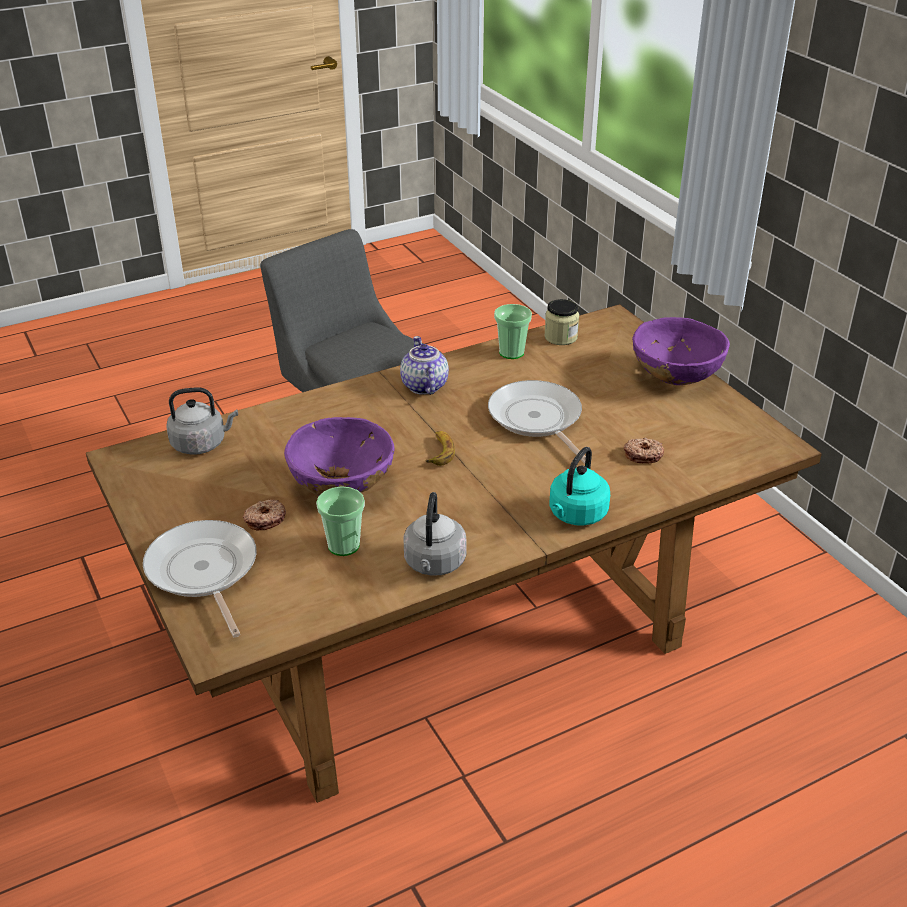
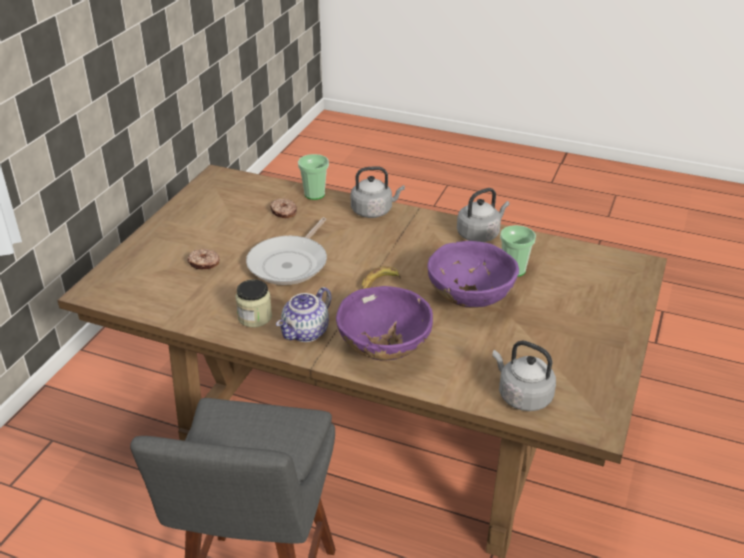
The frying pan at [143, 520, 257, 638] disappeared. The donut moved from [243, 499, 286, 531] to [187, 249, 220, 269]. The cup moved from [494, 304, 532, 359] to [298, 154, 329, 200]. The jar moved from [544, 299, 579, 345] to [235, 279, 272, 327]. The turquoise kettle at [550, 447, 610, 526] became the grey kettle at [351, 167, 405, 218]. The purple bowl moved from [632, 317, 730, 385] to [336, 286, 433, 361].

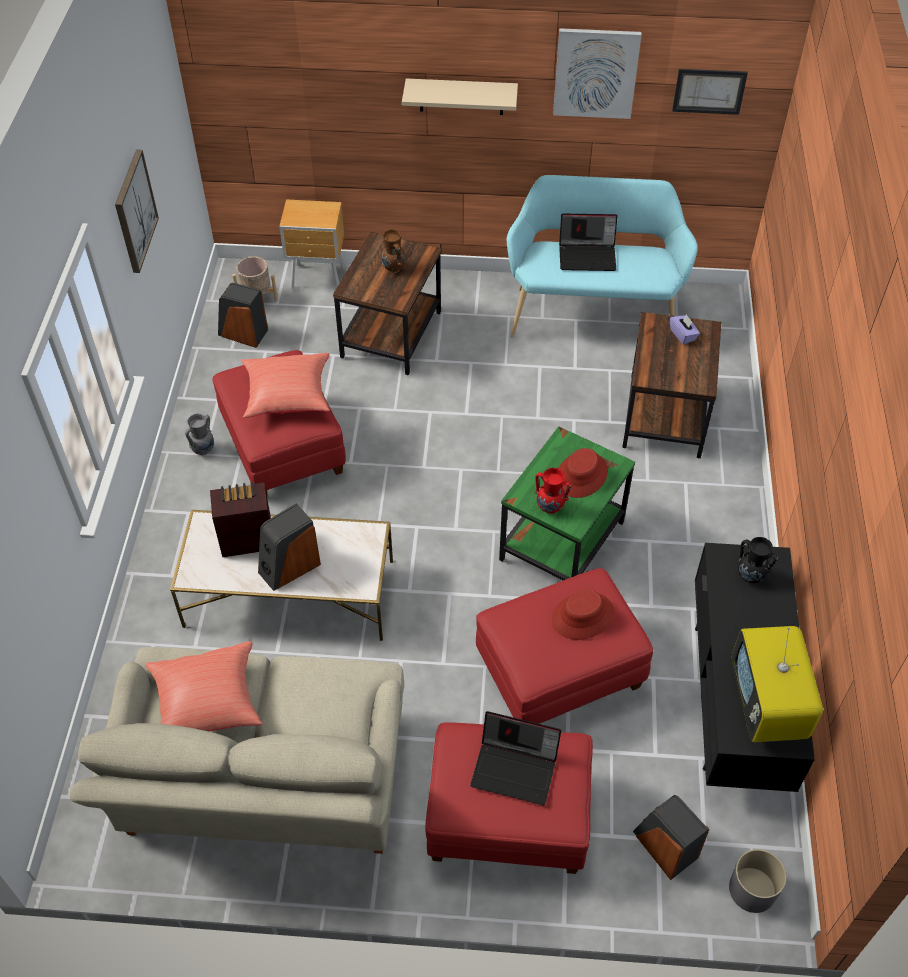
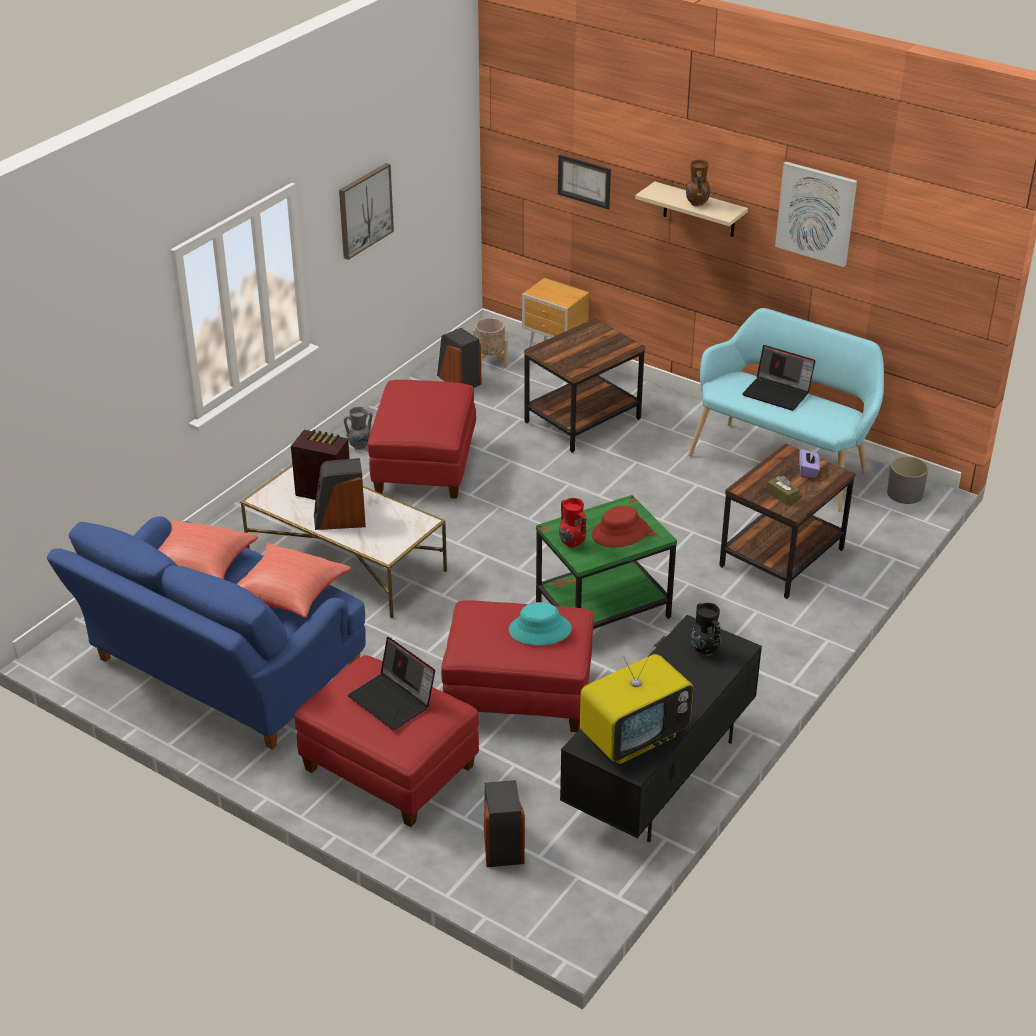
The beige sofa at [70, 647, 404, 854] became the blue sofa at [47, 516, 366, 749]. The red pillow moved from [242, 353, 330, 418] to [237, 543, 351, 618]. The brown vase moved from [381, 229, 406, 273] to [686, 160, 710, 207]. The red hat at [552, 590, 614, 640] became the turquoise hat at [509, 602, 572, 645]. The picture moved from [672, 69, 748, 115] to [558, 154, 611, 209]. The grey planter moved from [729, 849, 786, 913] to [887, 456, 928, 504]. The television at [732, 626, 823, 742] turned 150 degrees counterclockwise. The brown tissue box at [767, 475, 800, 505] appeared.

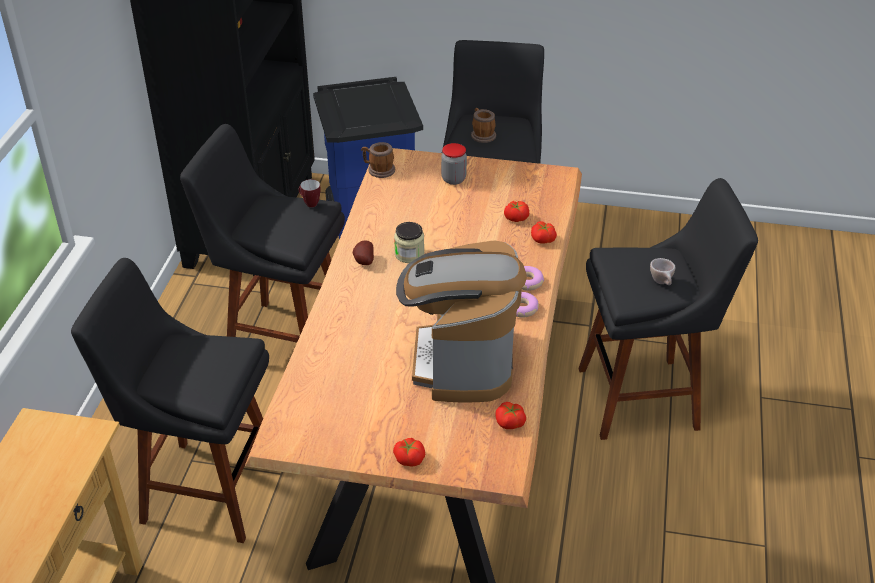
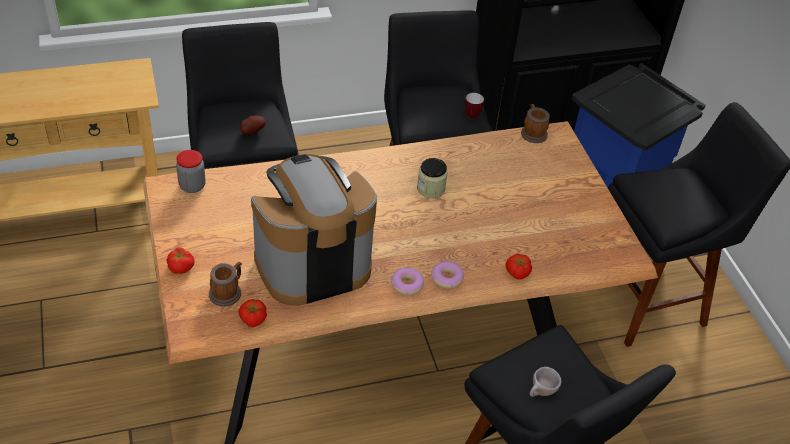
The potato moved from [353, 240, 374, 265] to [240, 116, 266, 134]. The jar moved from [441, 143, 467, 185] to [176, 150, 206, 193]. The mug moved from [471, 108, 496, 143] to [209, 262, 242, 307]. The tomato at [504, 201, 530, 222] disappeared.

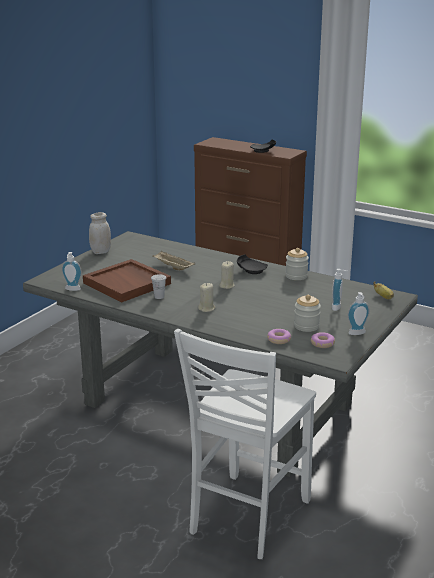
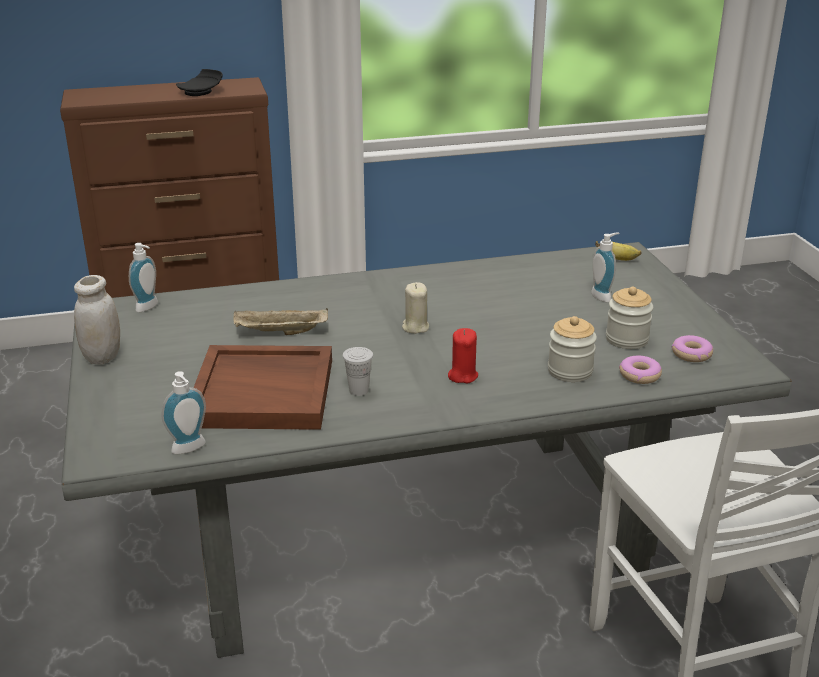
The beige candle at [198, 283, 215, 312] became the red candle at [448, 328, 478, 383]. The black plate at [237, 254, 268, 274] disappeared. The jar moved from [285, 248, 309, 280] to [548, 316, 597, 382]. The soap dispenser moved from [347, 292, 370, 335] to [129, 243, 158, 312].

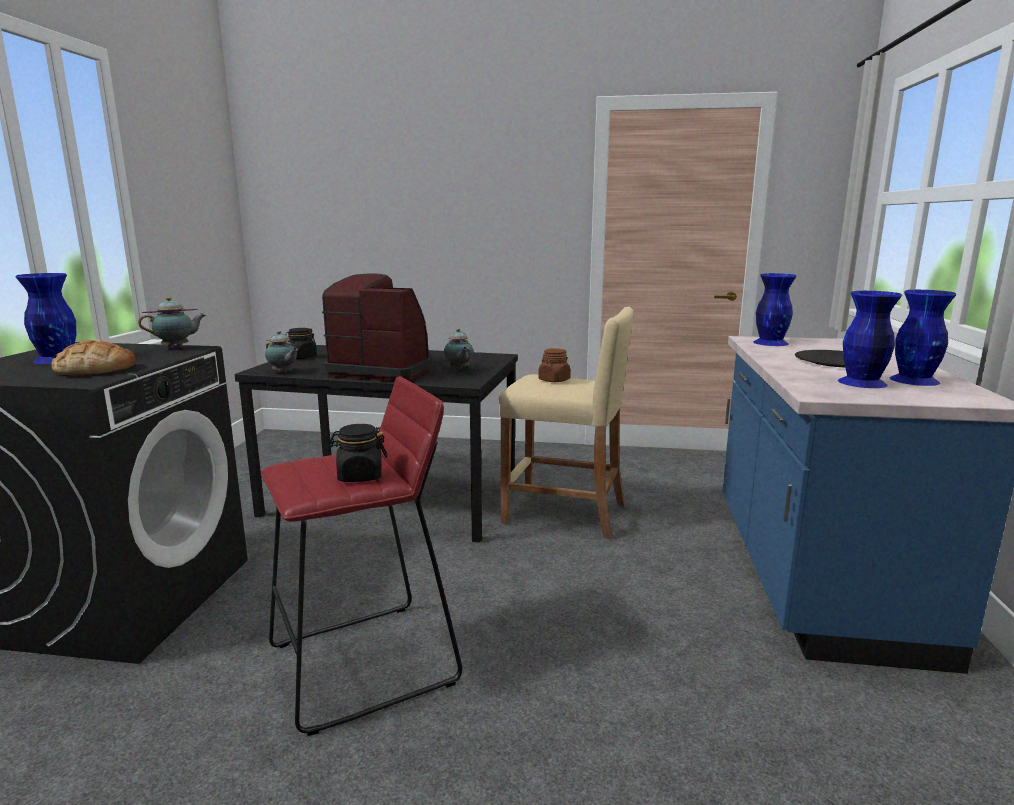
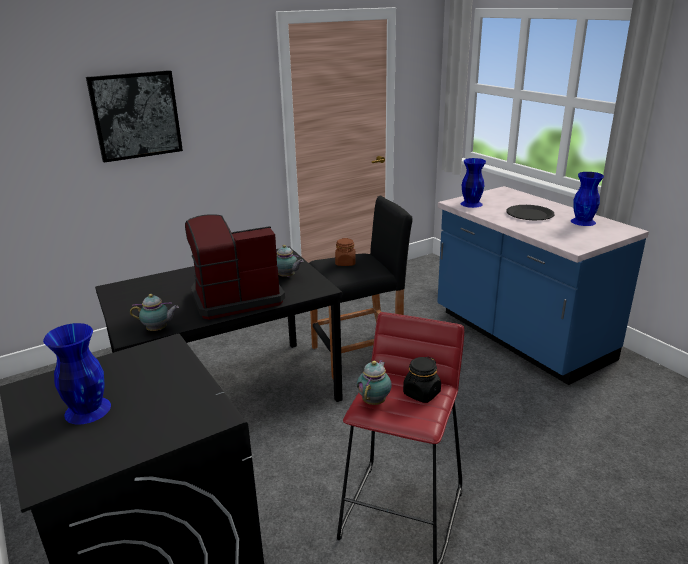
The bread at [51, 340, 136, 375] disappeared. The teapot moved from [138, 297, 206, 349] to [357, 360, 392, 405]. The black jar at [286, 328, 317, 359] disappeared. The beige stool at [499, 307, 634, 539] became the black stool at [309, 195, 413, 380]. The blue vase at [838, 291, 902, 388] disappeared. The picture at [86, 70, 183, 163] appeared.

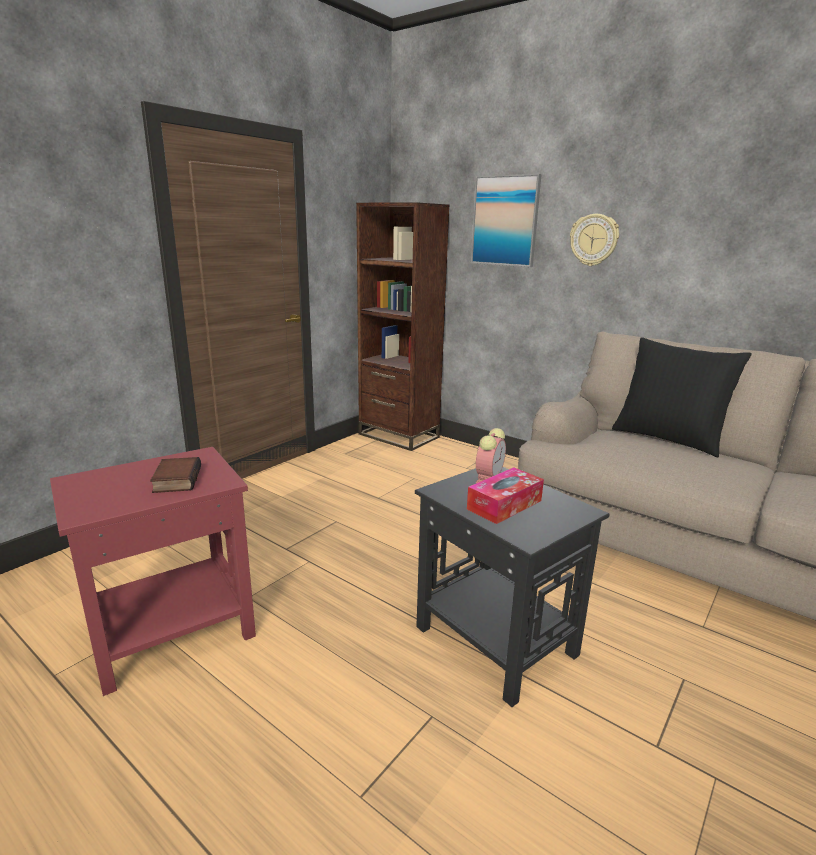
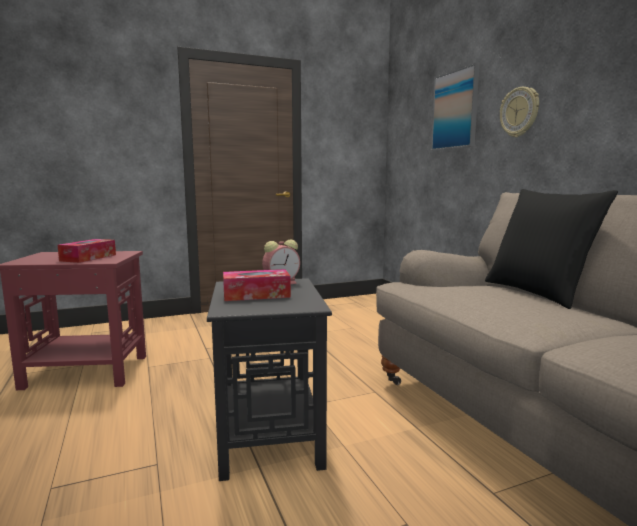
The book at [150, 457, 201, 493] was replaced by the tissue box at [58, 239, 116, 263]. The brown bookcase at [356, 202, 450, 451] disappeared.

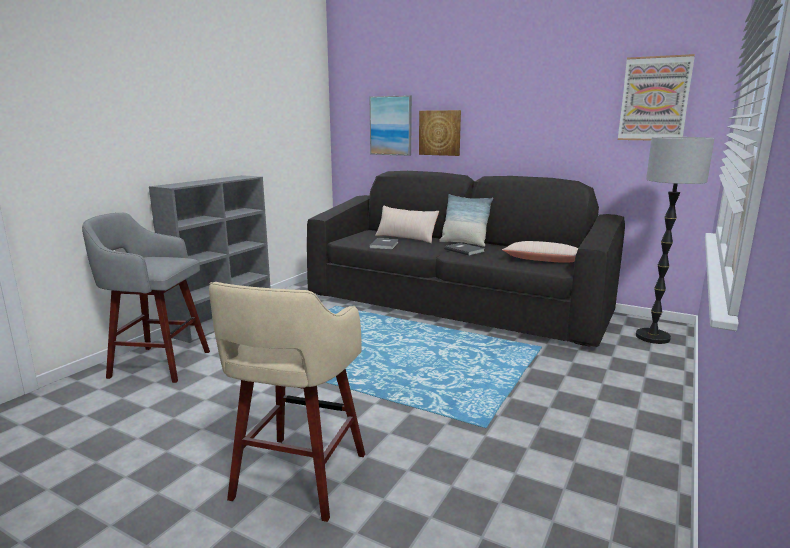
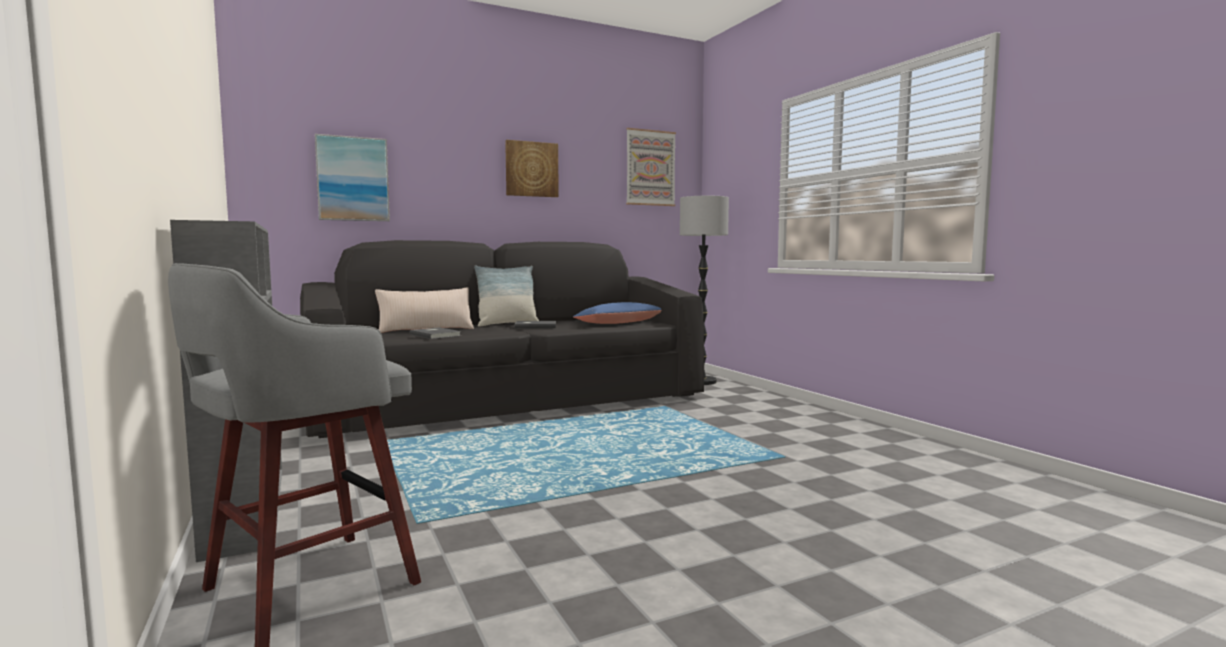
The beige stool at [209, 282, 365, 522] disappeared. The picture moved from [419, 110, 461, 156] to [505, 140, 559, 197]. The beige pillow at [502, 241, 578, 263] became the blue pillow at [573, 302, 661, 324].

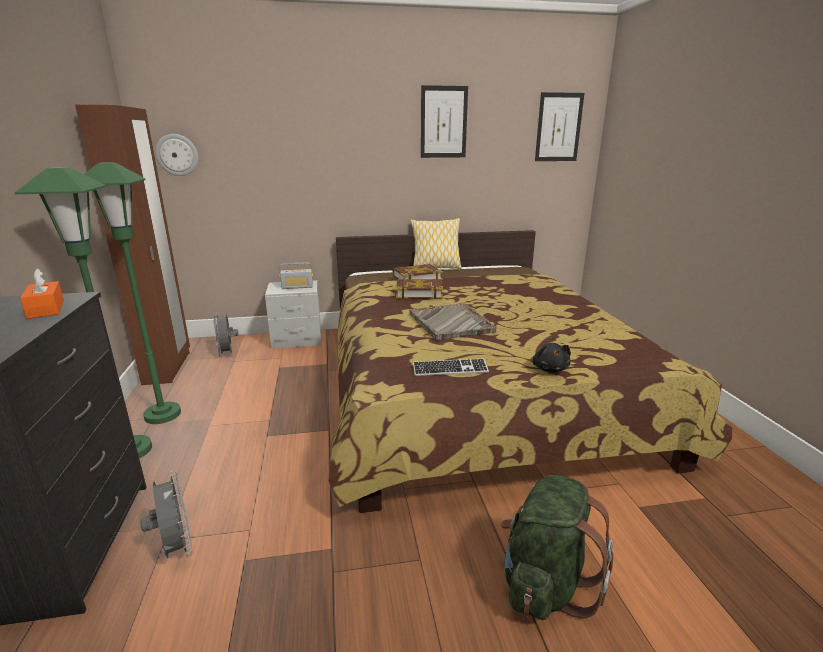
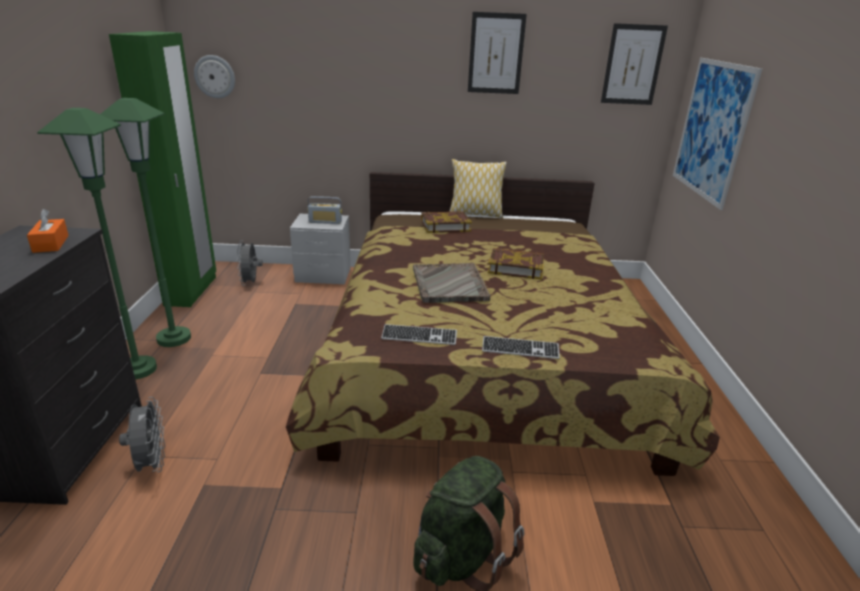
The brown wardrobe at [75, 105, 190, 385] became the green wardrobe at [109, 31, 216, 307]. The book moved from [395, 278, 443, 299] to [488, 248, 544, 280]. The black plush toy at [532, 343, 571, 373] was replaced by the keyboard at [482, 336, 560, 359]. The picture at [673, 58, 762, 210] appeared.

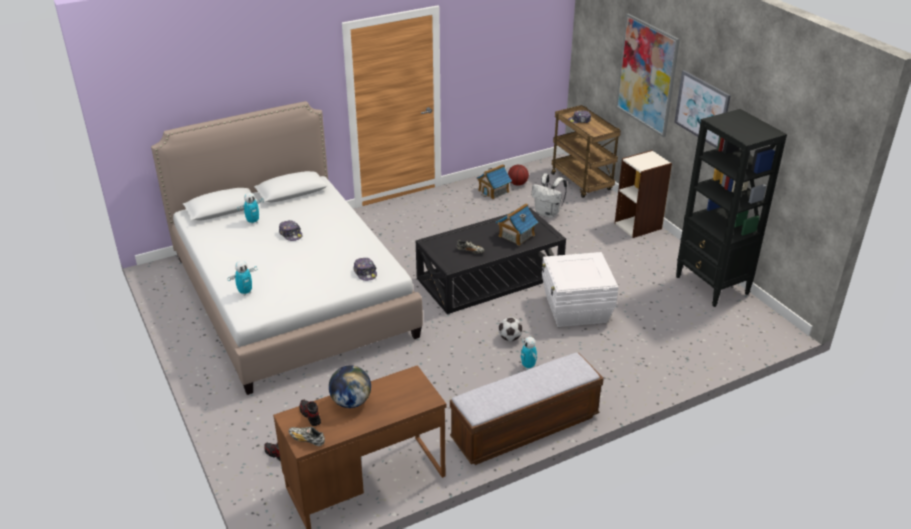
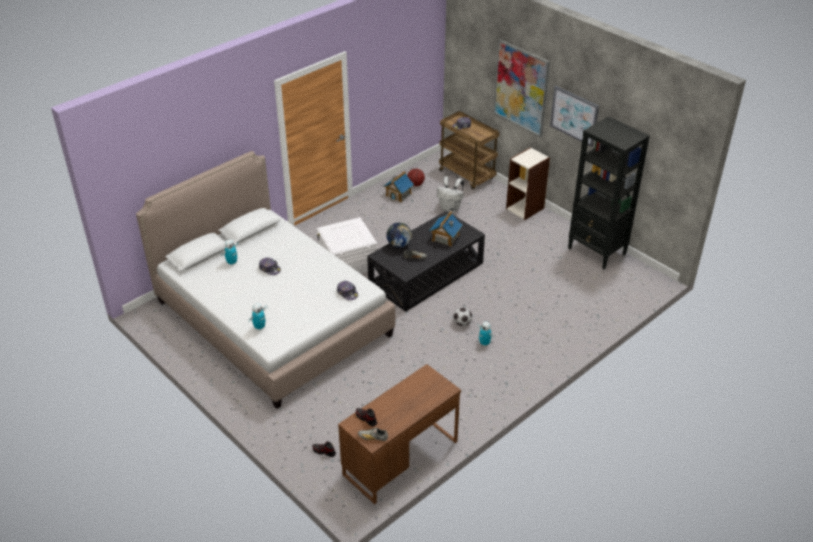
The globe moved from [329, 365, 371, 408] to [386, 222, 412, 248]. The bench at [450, 353, 604, 465] disappeared. The white storage box moved from [542, 252, 619, 327] to [317, 217, 378, 274].

